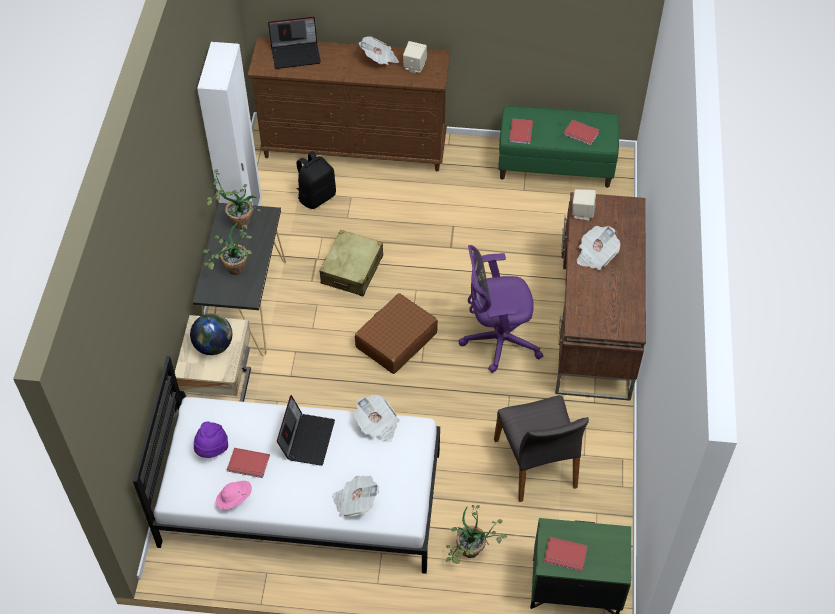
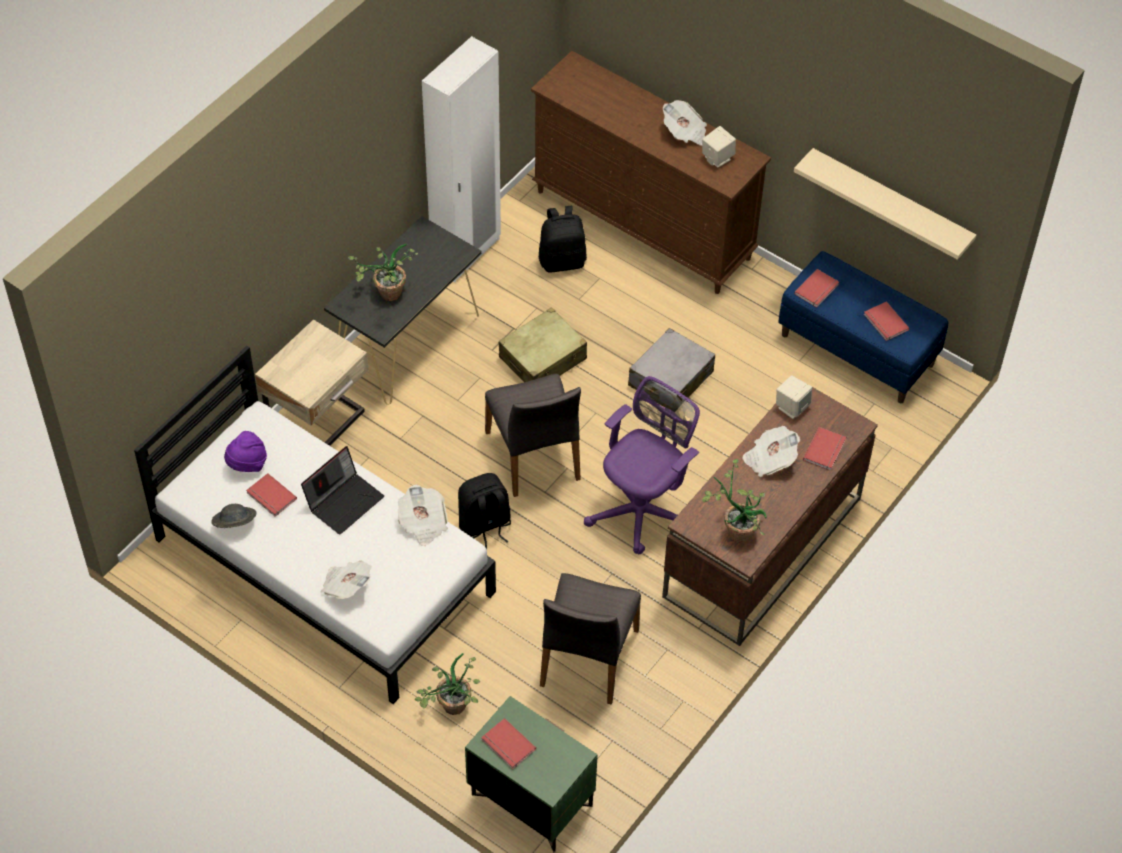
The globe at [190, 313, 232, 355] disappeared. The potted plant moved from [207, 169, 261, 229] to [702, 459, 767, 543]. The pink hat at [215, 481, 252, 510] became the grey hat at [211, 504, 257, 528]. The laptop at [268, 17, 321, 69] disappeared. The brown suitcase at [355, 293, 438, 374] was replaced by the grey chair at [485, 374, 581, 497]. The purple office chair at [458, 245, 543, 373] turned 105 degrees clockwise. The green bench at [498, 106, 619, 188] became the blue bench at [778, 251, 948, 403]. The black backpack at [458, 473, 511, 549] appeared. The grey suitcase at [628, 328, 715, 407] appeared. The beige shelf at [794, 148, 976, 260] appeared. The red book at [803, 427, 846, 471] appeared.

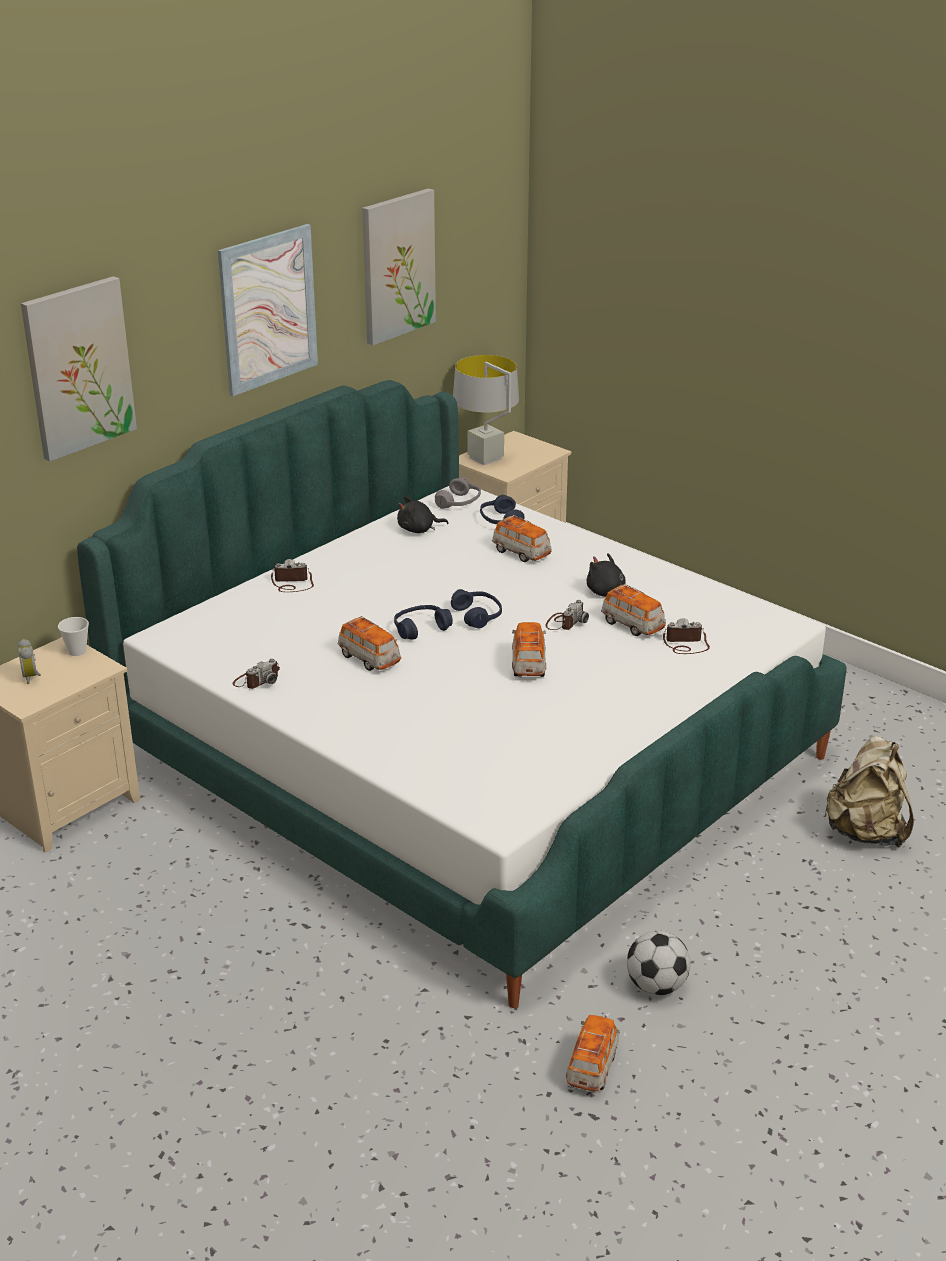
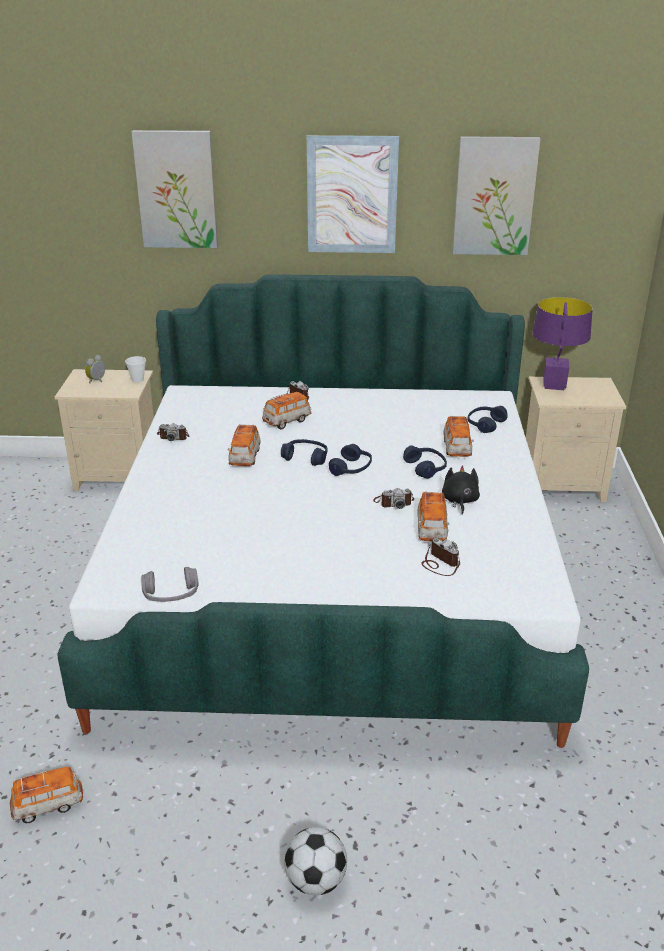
The black plush toy at [397, 496, 449, 533] disappeared. The grey headphones moved from [435, 477, 481, 509] to [141, 567, 199, 602]. The grey table lamp at [453, 355, 519, 465] became the purple table lamp at [532, 297, 593, 390]. The toy car moved from [512, 622, 546, 677] to [262, 392, 311, 429]. The football moved from [627, 931, 691, 995] to [284, 827, 347, 895]. The beige backpack at [824, 736, 914, 848] disappeared. The blue headphones at [403, 445, 447, 479] appeared.

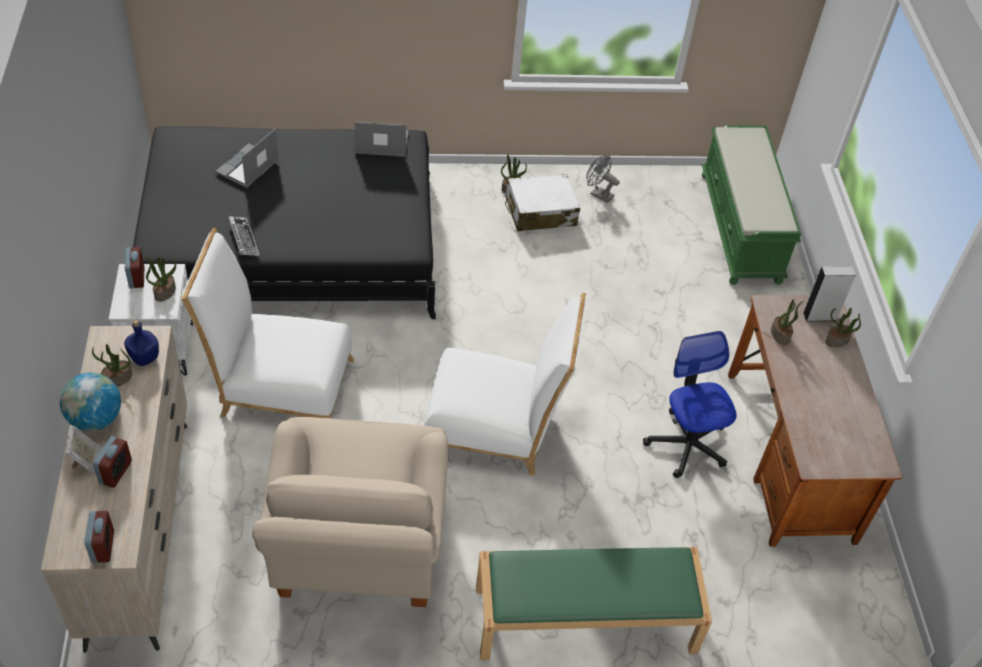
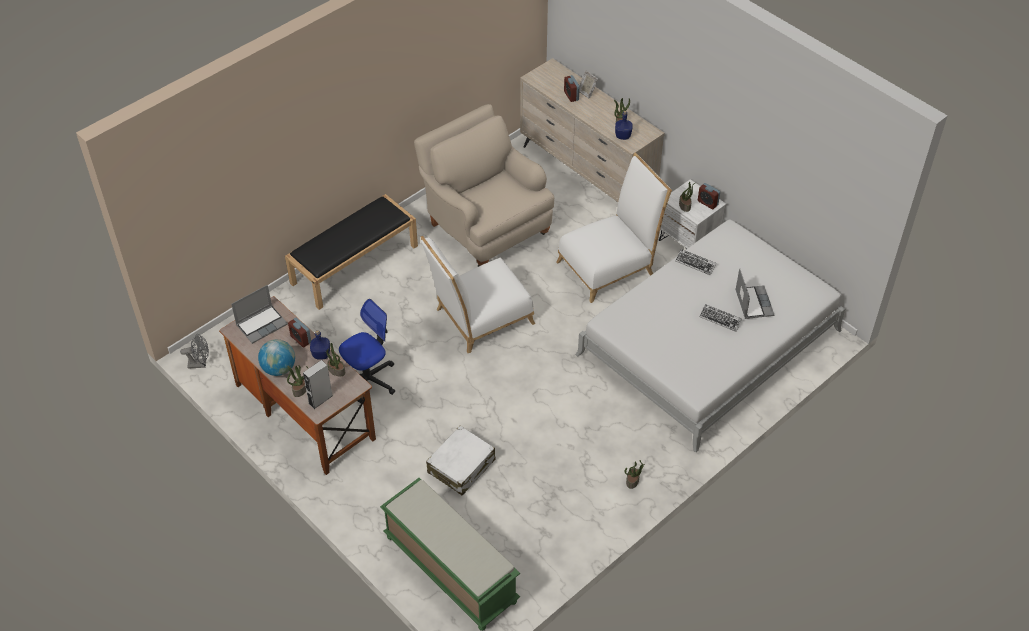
The globe moved from [60, 373, 121, 431] to [258, 339, 295, 376]. The alarm clock moved from [84, 511, 114, 563] to [288, 318, 311, 348]. The black bed at [133, 126, 436, 319] became the white bed at [576, 219, 845, 452]. The laptop moved from [355, 122, 408, 157] to [231, 285, 288, 344]. The green bench at [476, 547, 712, 660] became the black bench at [285, 194, 418, 310]. The white suitcase moved from [505, 174, 580, 231] to [426, 426, 495, 496]. The grey fan moved from [586, 155, 620, 203] to [180, 334, 209, 369]. The office chair at [643, 331, 737, 478] turned 75 degrees counterclockwise. The blue bottle at [310, 330, 330, 360] appeared. The keyboard at [699, 304, 742, 332] appeared.

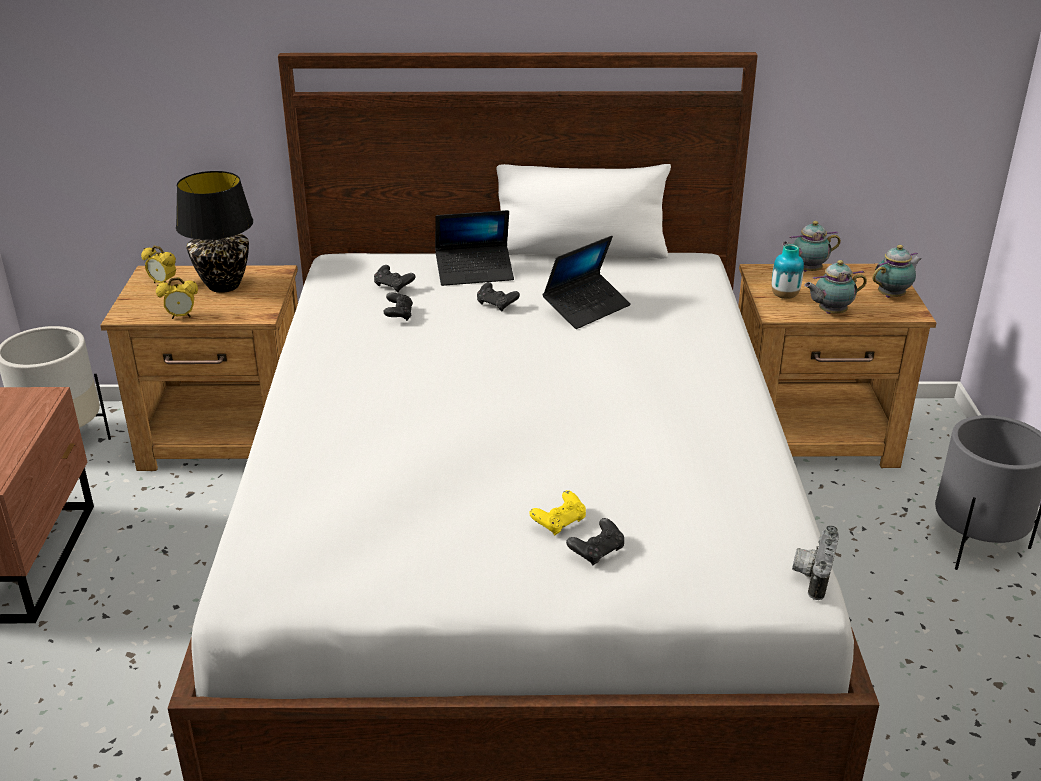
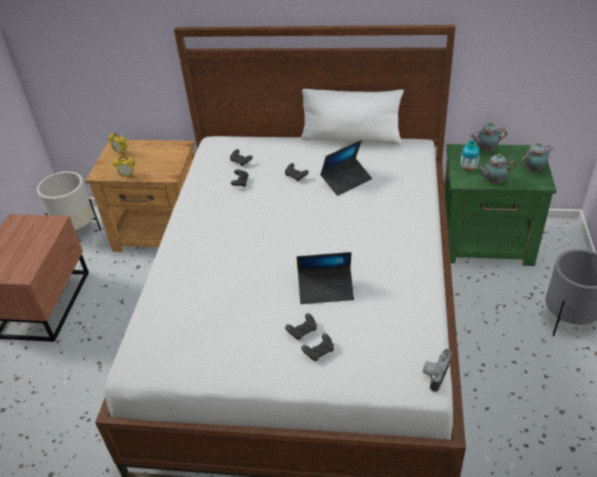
The black table lamp at [176, 171, 253, 293] disappeared. The laptop moved from [435, 210, 514, 286] to [297, 252, 354, 304]. The yellow game controller at [529, 490, 586, 536] became the black game controller at [285, 313, 317, 340]. The brown nightstand at [738, 264, 936, 468] became the green nightstand at [444, 144, 557, 266].

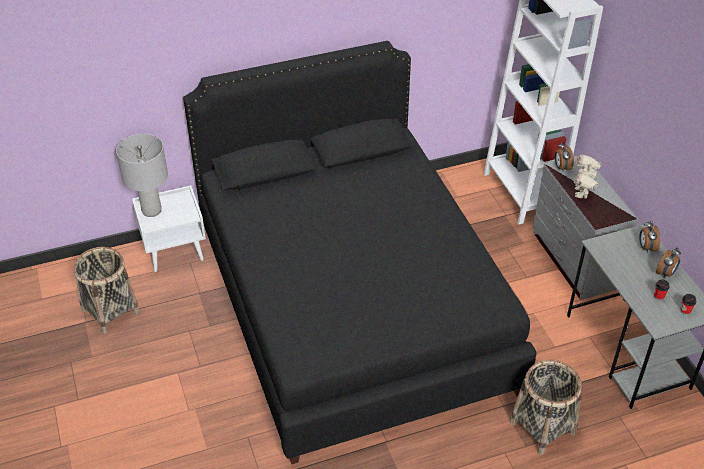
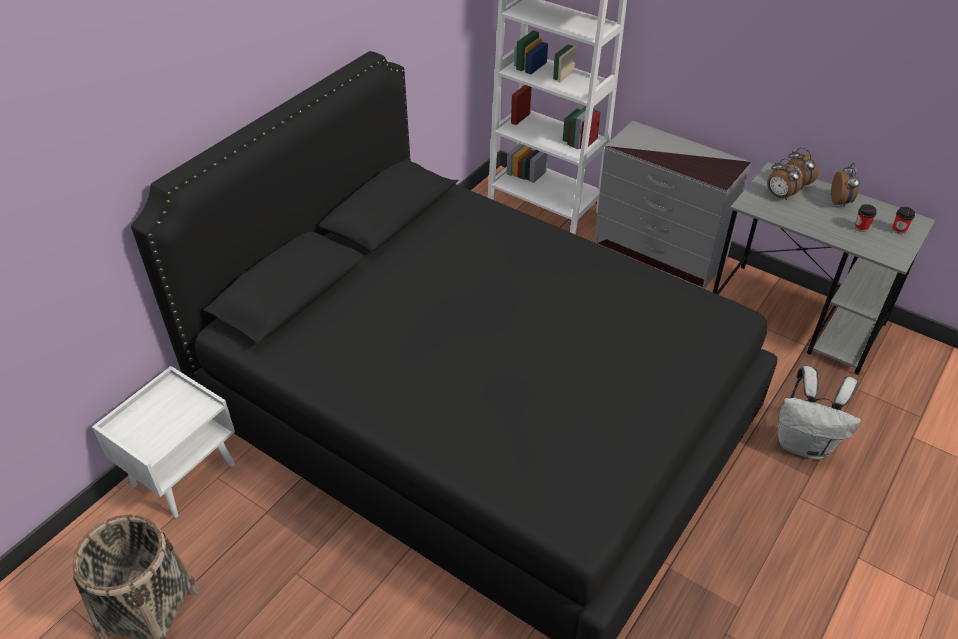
The grey table lamp at [116, 134, 168, 217] disappeared. The basket at [510, 360, 582, 455] was replaced by the white backpack at [778, 366, 861, 460]. The alarm clock moved from [555, 142, 574, 171] to [767, 158, 803, 200]. The toy robot at [574, 155, 602, 198] disappeared.

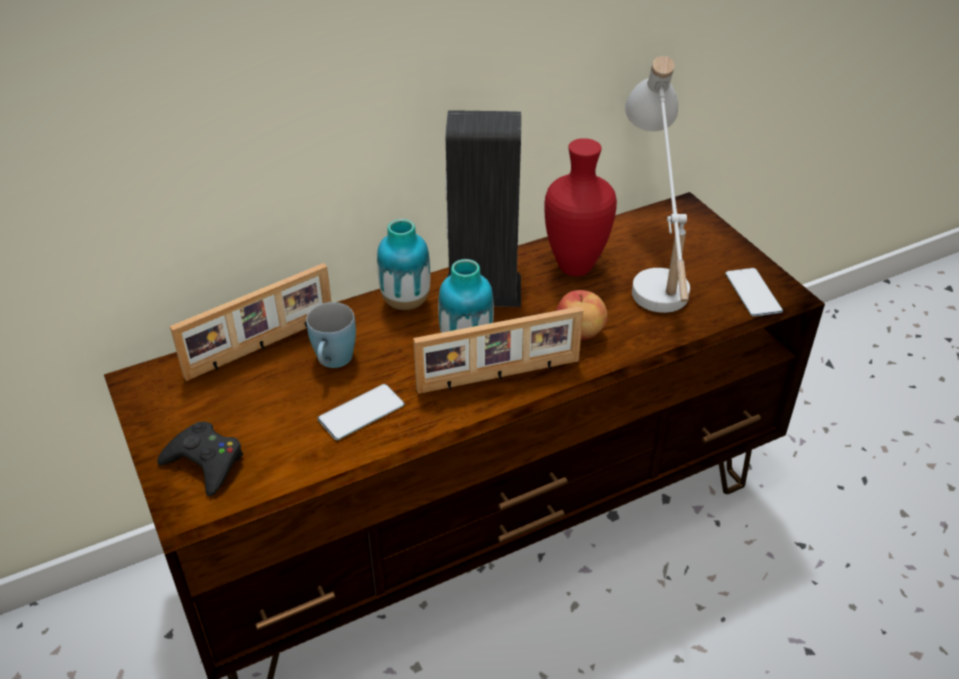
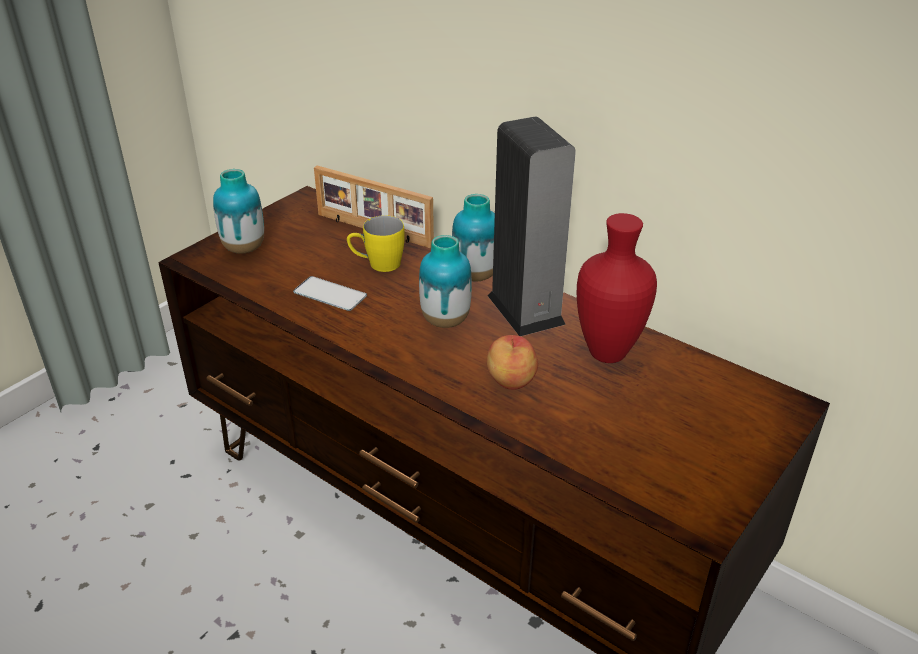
The black game controller at [157, 421, 243, 497] was replaced by the vase at [213, 169, 264, 254]. The blue mug at [306, 302, 356, 368] became the yellow mug at [347, 215, 405, 272]. The picture frame at [413, 306, 583, 394] disappeared. The white table lamp at [625, 56, 690, 313] disappeared. The phone at [725, 268, 783, 317] disappeared.

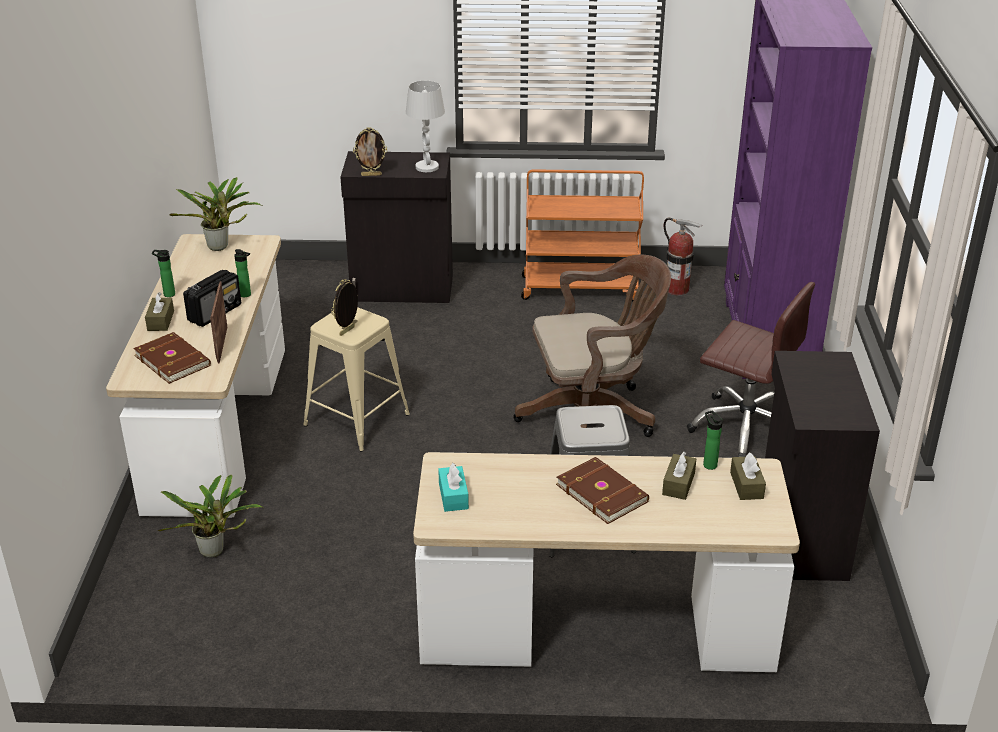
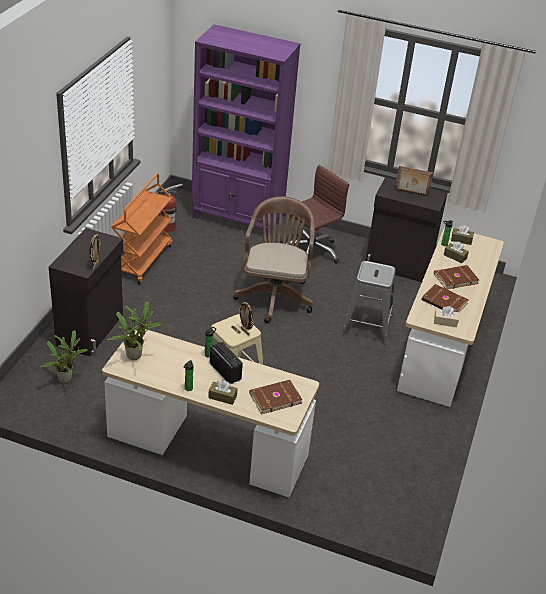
The potted plant moved from [158, 475, 264, 558] to [40, 330, 88, 383]. The picture frame moved from [210, 281, 227, 364] to [395, 166, 434, 197]. The white table lamp at [406, 81, 445, 172] disappeared. The turquoise tissue box at [438, 463, 469, 512] became the beige tissue box at [434, 306, 459, 327]. The brown book at [422, 284, 469, 312] appeared.

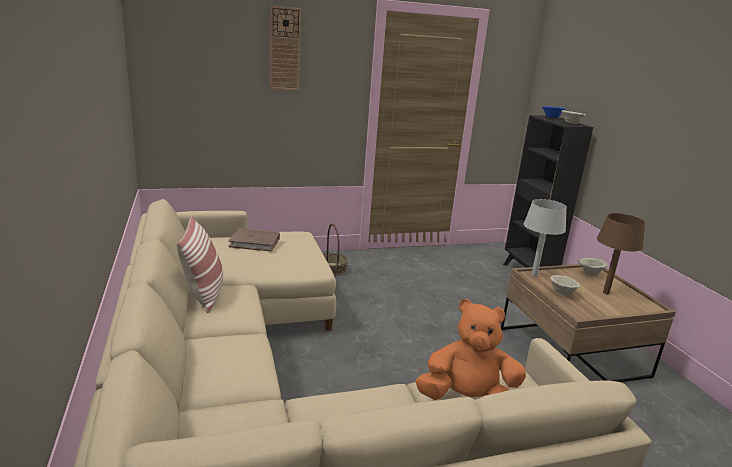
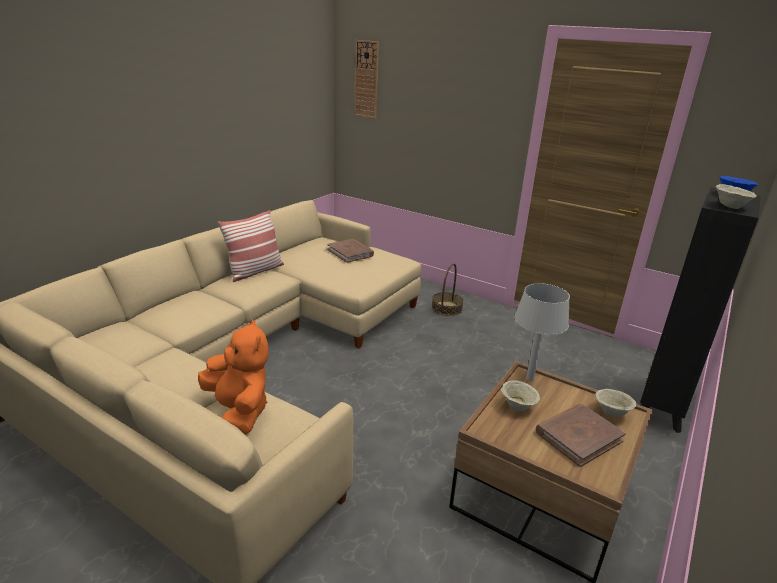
The wall clock moved from [270, 6, 301, 90] to [354, 40, 379, 119]. The brown table lamp at [597, 213, 645, 294] was replaced by the brown book at [536, 404, 626, 467].

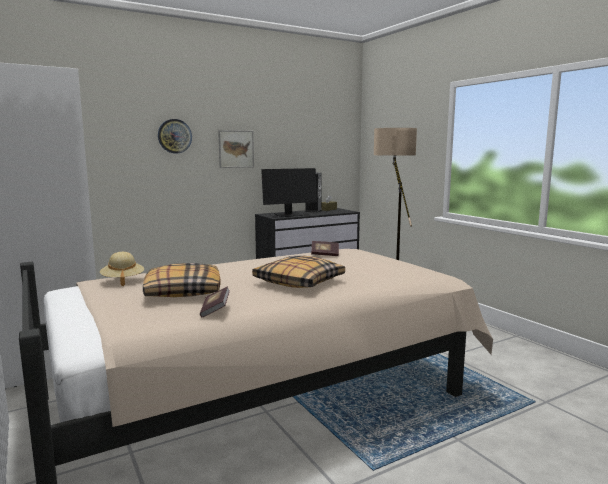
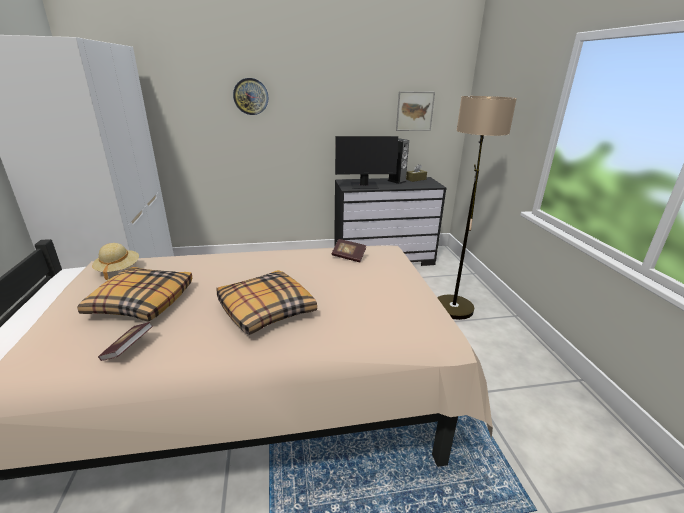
The picture moved from [218, 130, 254, 168] to [396, 91, 435, 131].

